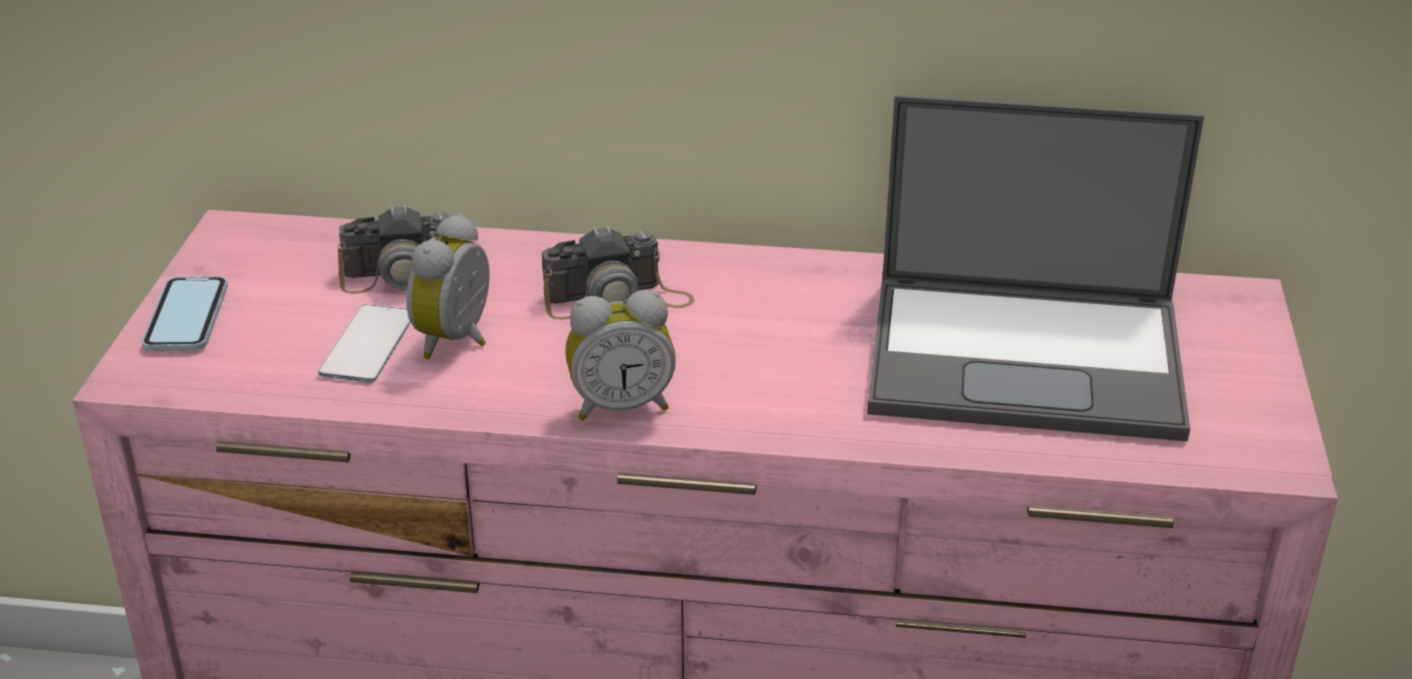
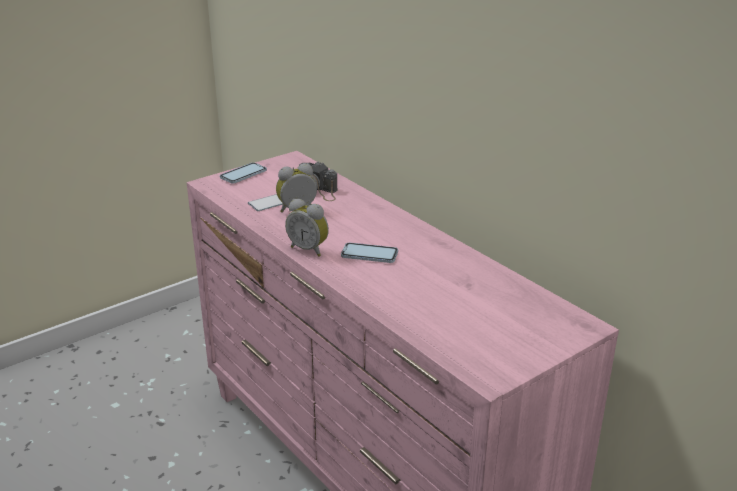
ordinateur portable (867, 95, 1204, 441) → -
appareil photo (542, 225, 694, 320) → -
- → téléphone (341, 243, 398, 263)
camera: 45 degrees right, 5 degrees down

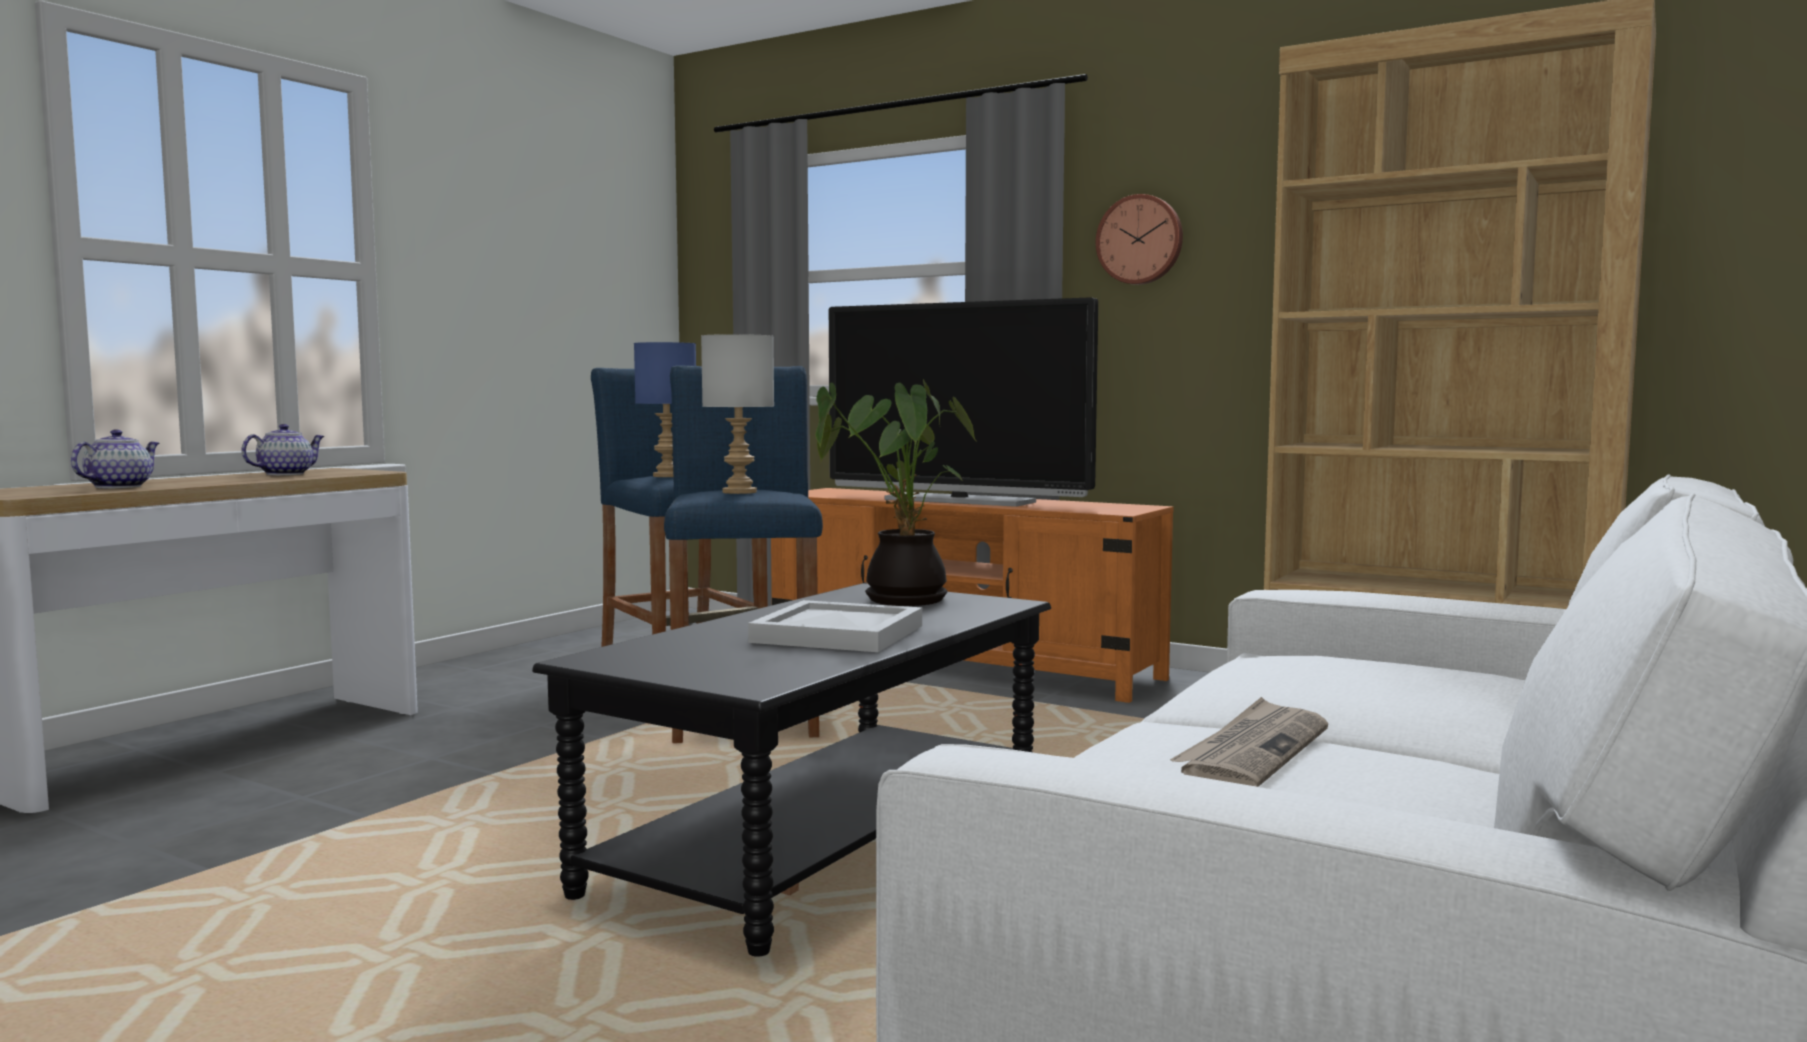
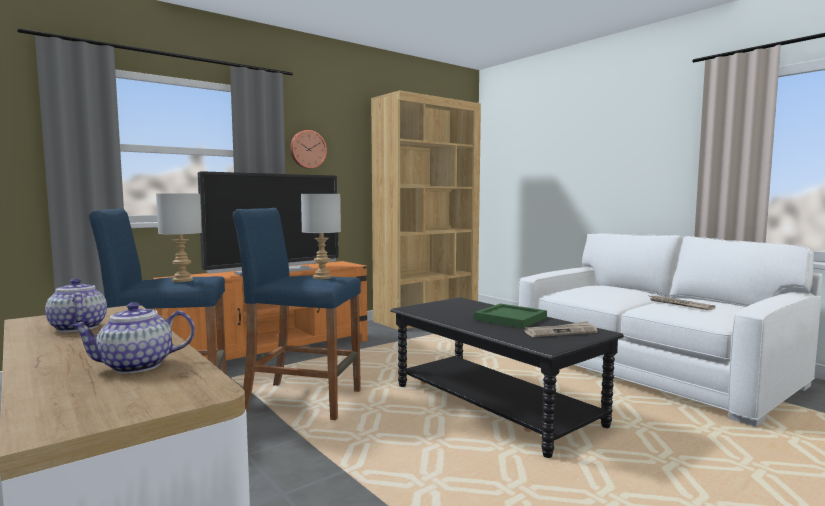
lampe de table/bleu (634, 342, 696, 477) → lampe de table/gris (156, 194, 202, 282)
plante en pot (815, 379, 977, 606) → -
théière (71, 429, 159, 488) → théière (70, 302, 195, 374), 60 degrees counterclockwise
plateau/blanc (748, 600, 922, 652) → plateau/vert (474, 304, 547, 328)
- → journal (524, 321, 598, 337)
camera: 70 degrees left, 0 degrees up

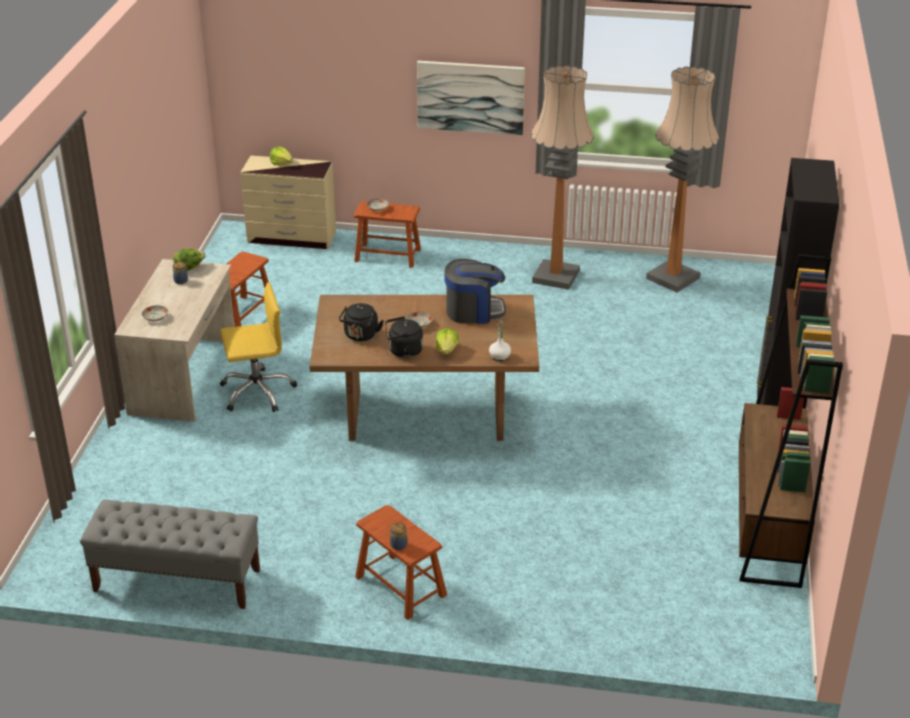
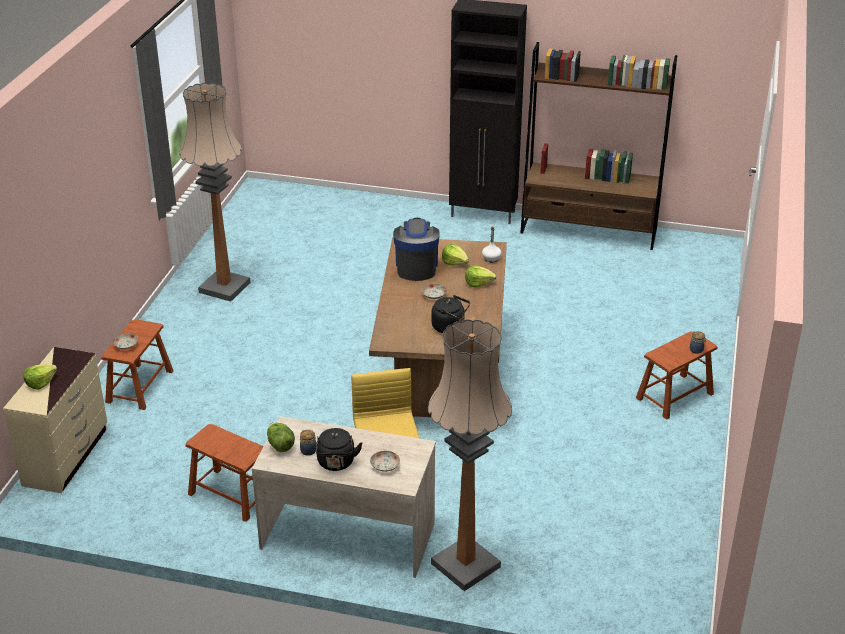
tableau (417, 61, 525, 135) → -
lampadaire (646, 66, 719, 293) → lampadaire (428, 319, 512, 591), move
bouilloire/noir (385, 316, 423, 358) → bouilloire/noir (316, 428, 363, 471), move
banc/gris (80, 499, 260, 609) → -
- → laitue (442, 244, 469, 265)
camera: 85 degrees left, 0 degrees up

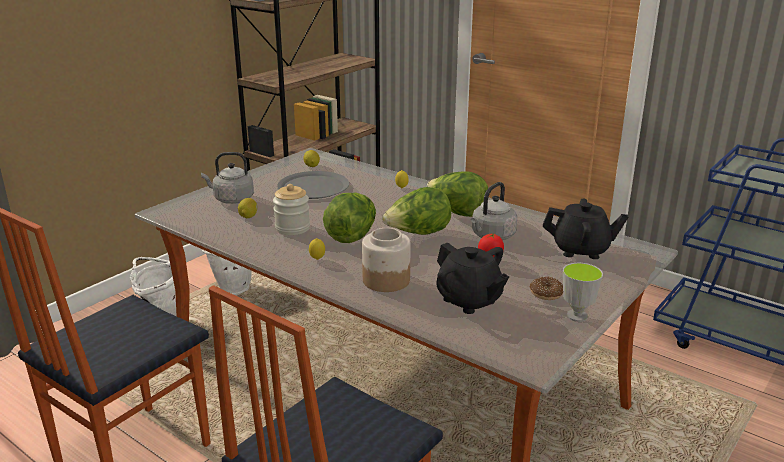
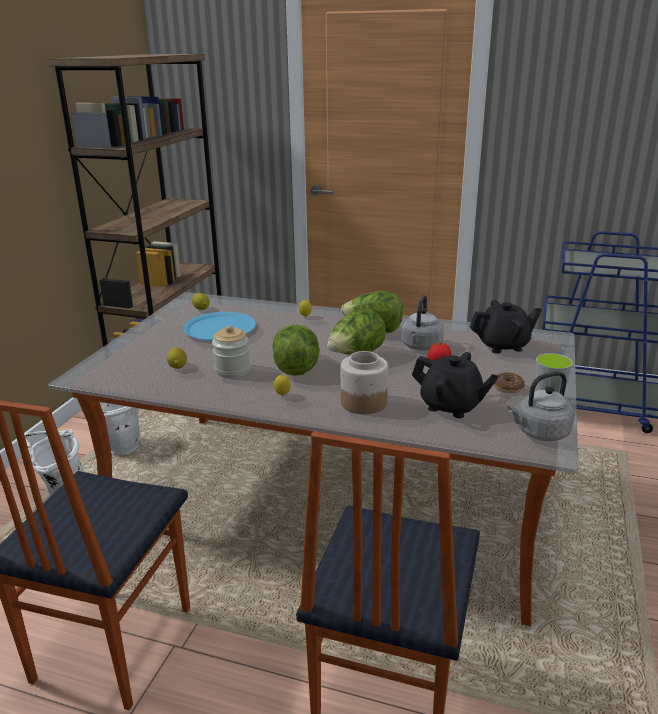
bouilloire/gris (201, 152, 254, 204) → bouilloire/gris (508, 371, 575, 441), move
assiette/gris (277, 171, 349, 199) → assiette/bleu (183, 312, 256, 341)
camera: 20 degrees left, 0 degrees up

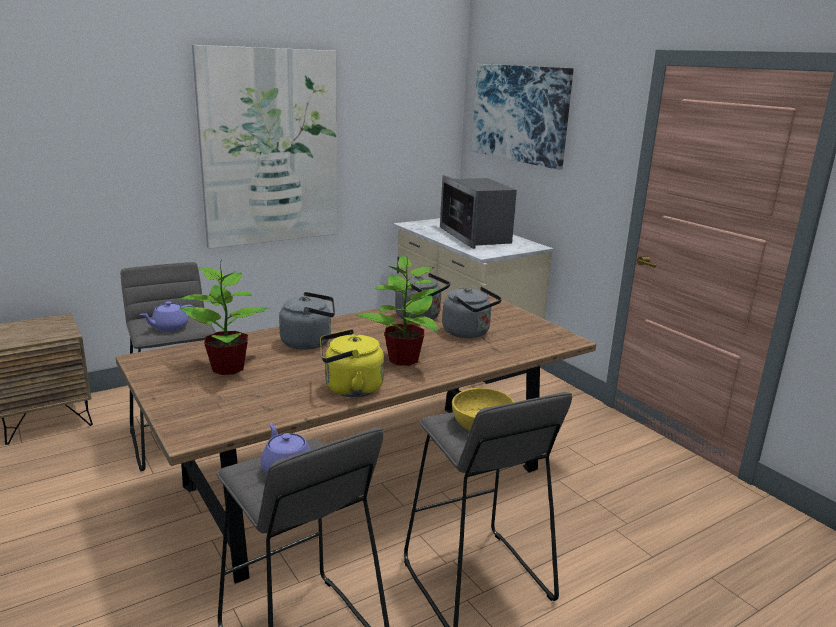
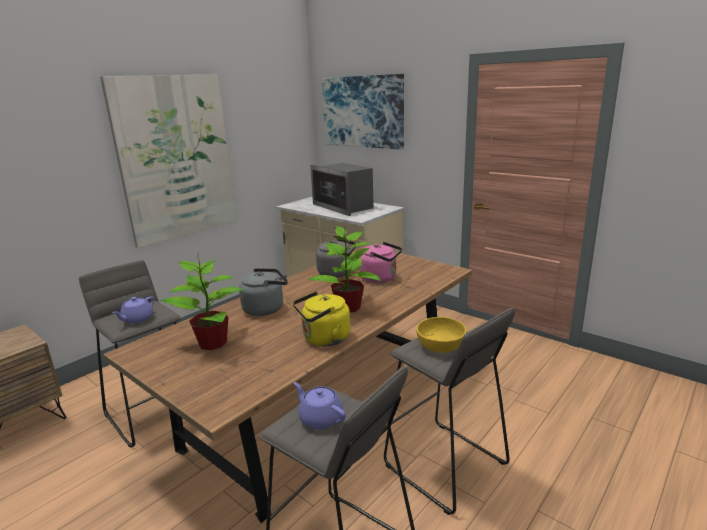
bouilloire/gris (442, 287, 502, 338) → bouilloire/rose (359, 242, 402, 283)
camera: 15 degrees left, 0 degrees up

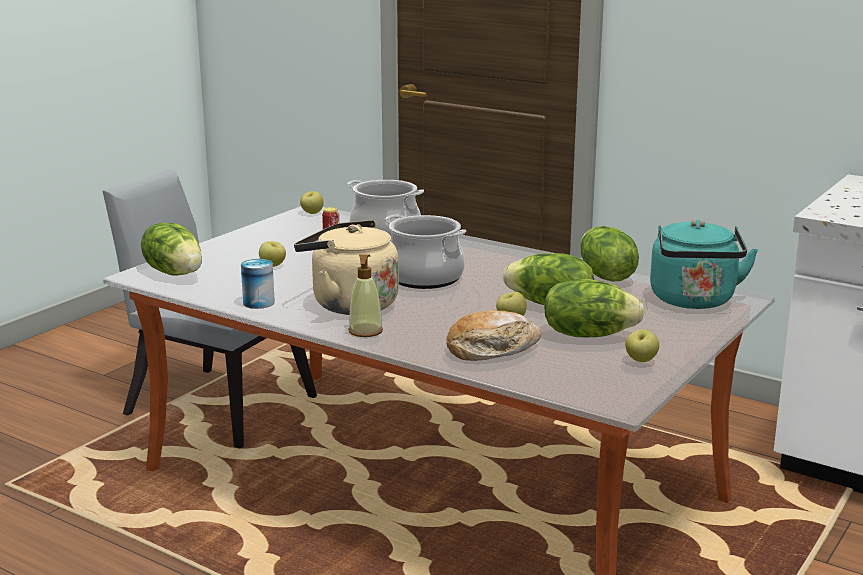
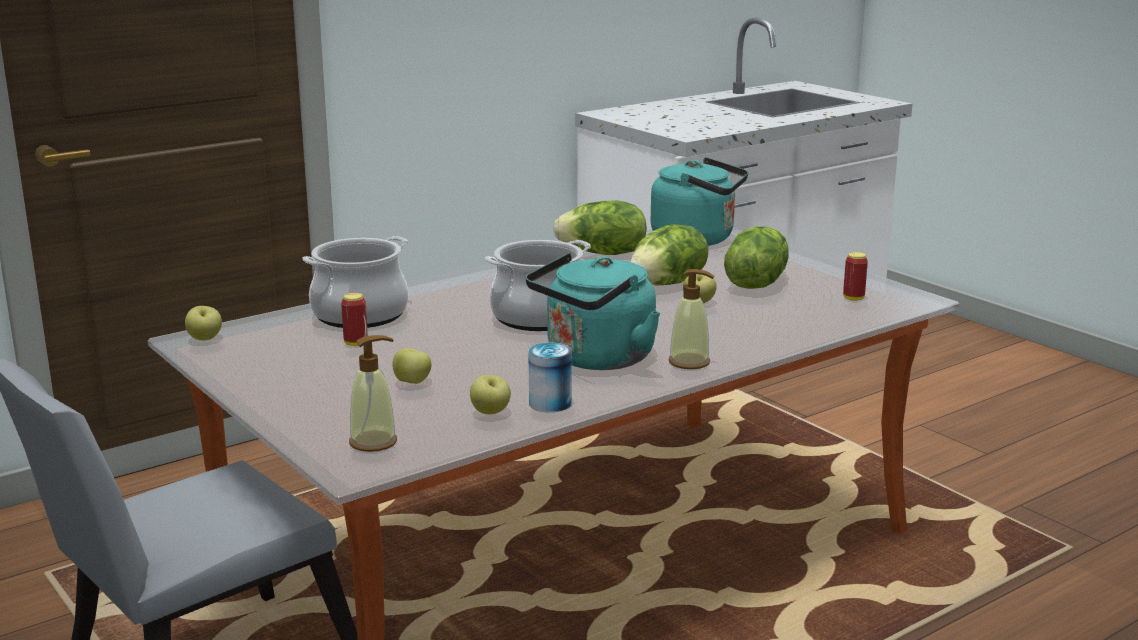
bouilloire/beige (294, 220, 399, 315) → bouilloire/turquoise (526, 253, 660, 370)
laitue (141, 223, 202, 276) → distributeur de savon (349, 335, 397, 452)
pain (446, 310, 541, 361) → -
pomme (625, 329, 659, 362) → pomme (470, 375, 511, 415), move
- → boîte métallique (843, 252, 868, 301)
camera: 70 degrees left, 0 degrees up

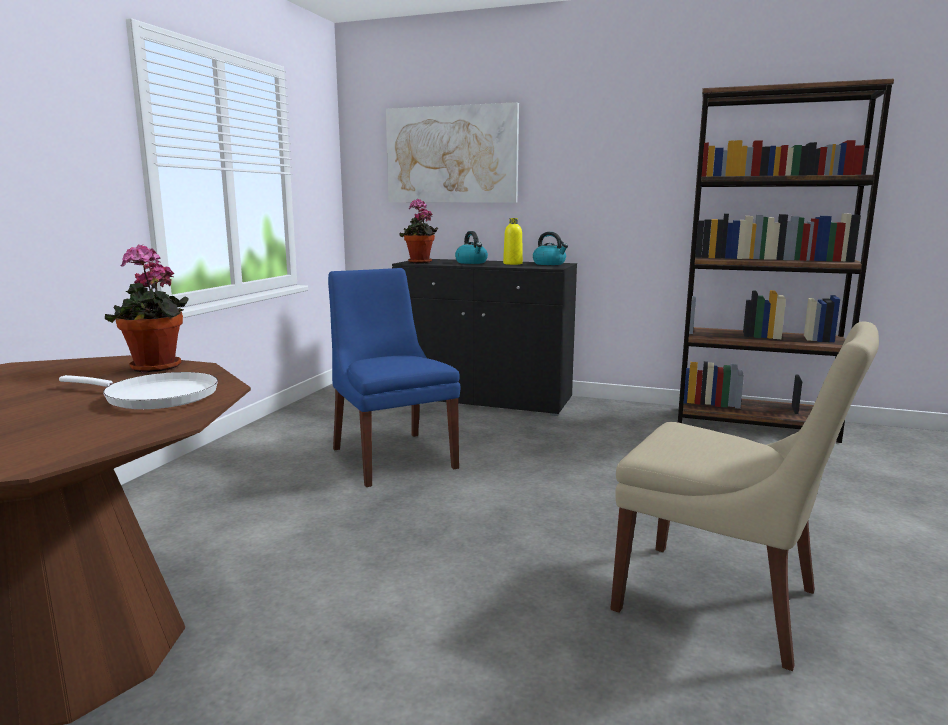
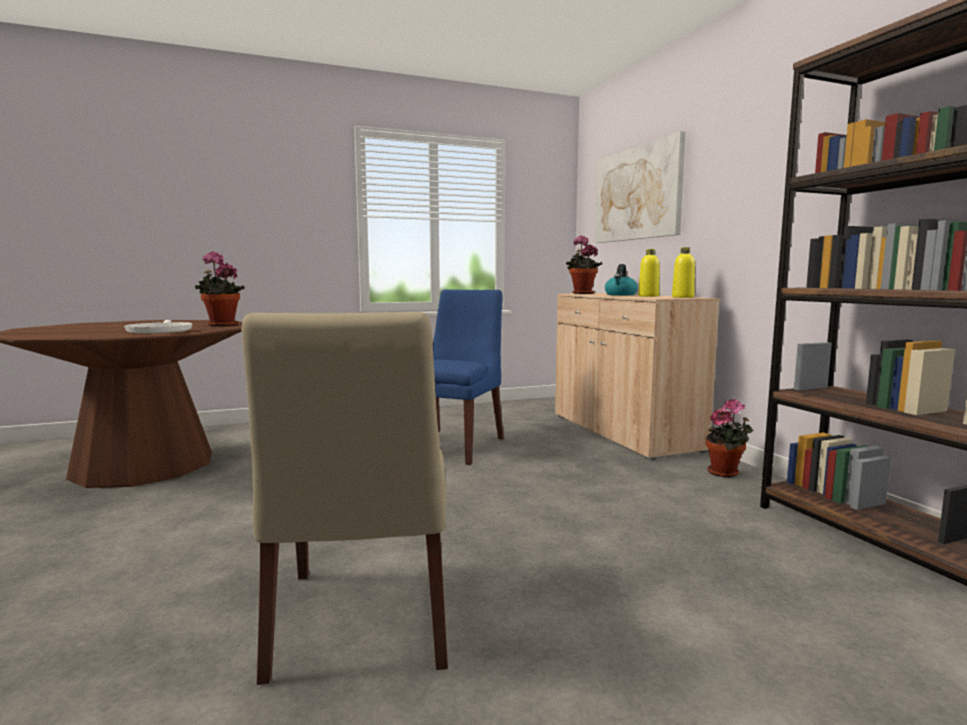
bouilloire (533, 232, 568, 265) → bouteille/jaune (672, 247, 695, 298)
meuble de rangement/noir (392, 259, 577, 416) → meuble de rangement/beige (555, 293, 720, 461)
- → plante en pot (706, 399, 754, 477)
camera: 50 degrees right, 5 degrees down

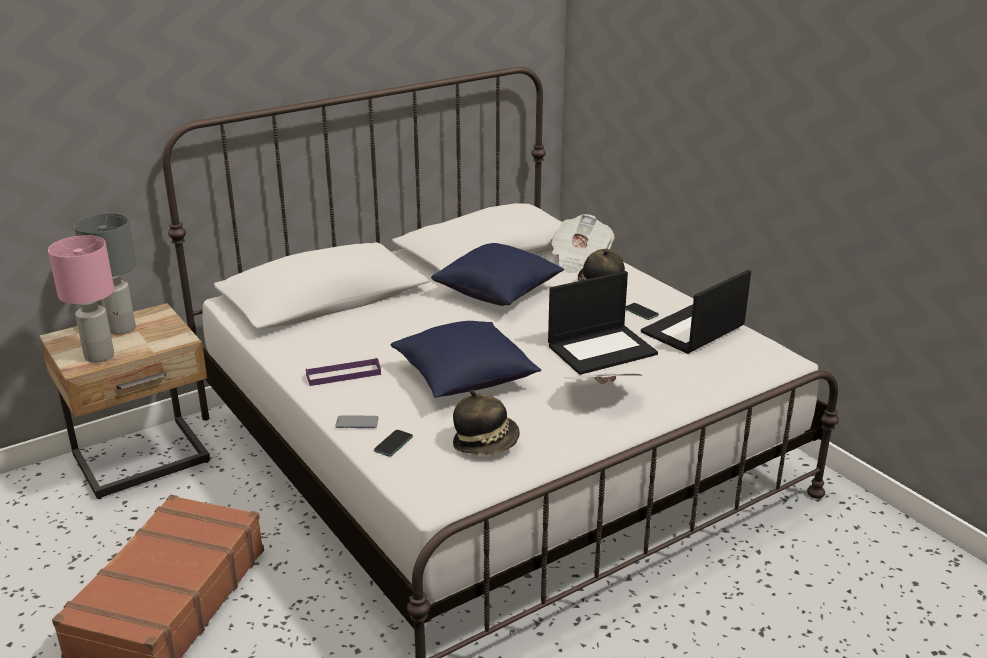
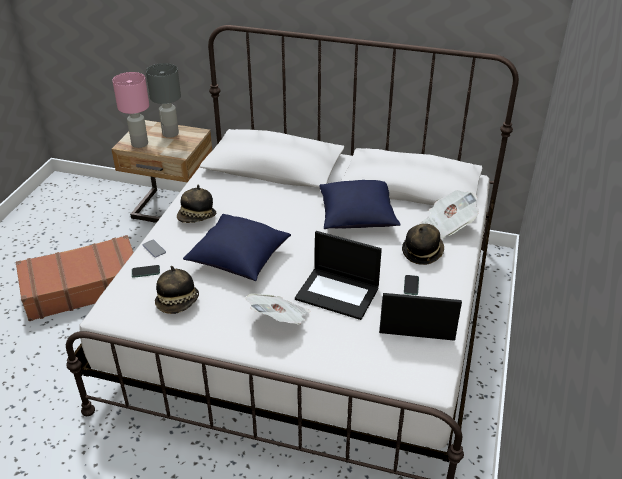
plateau/violet (306, 358, 381, 386) → chapeau (177, 185, 216, 223)
camera: 50 degrees right, 10 degrees up

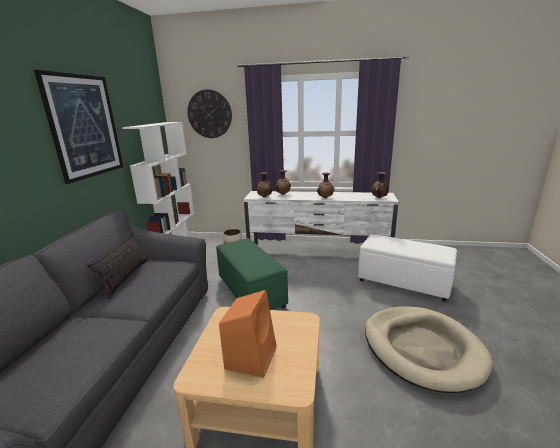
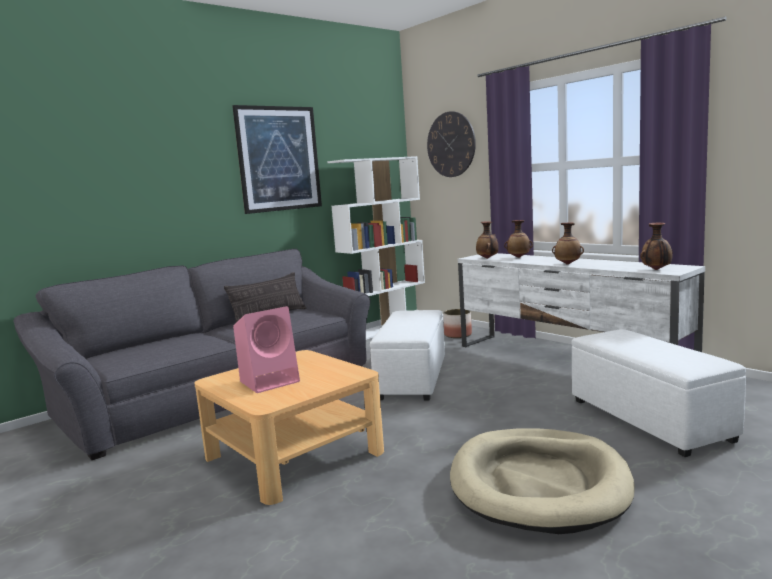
pouf/vert (216, 238, 288, 310) → pouf/blanc (370, 310, 445, 401)
enceinte/orange (219, 290, 277, 378) → enceinte/rose (233, 306, 300, 393)
camera: 40 degrees right, 10 degrees down

